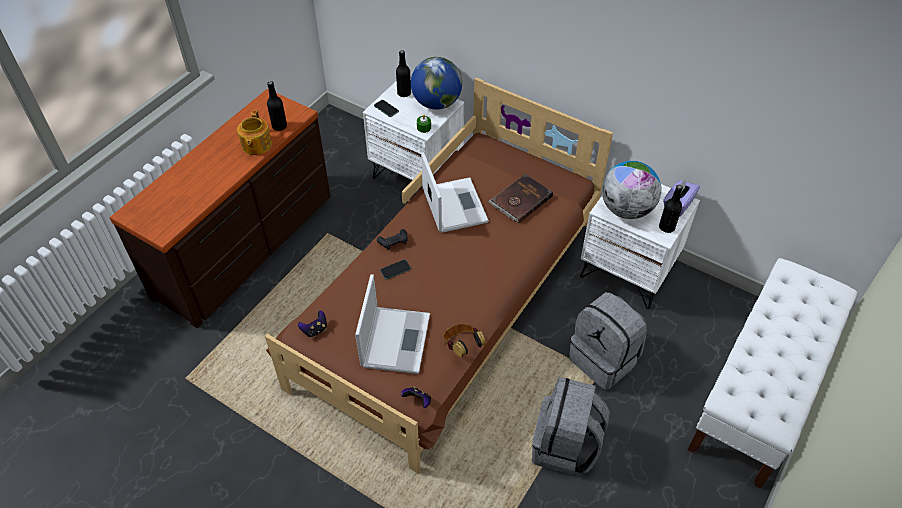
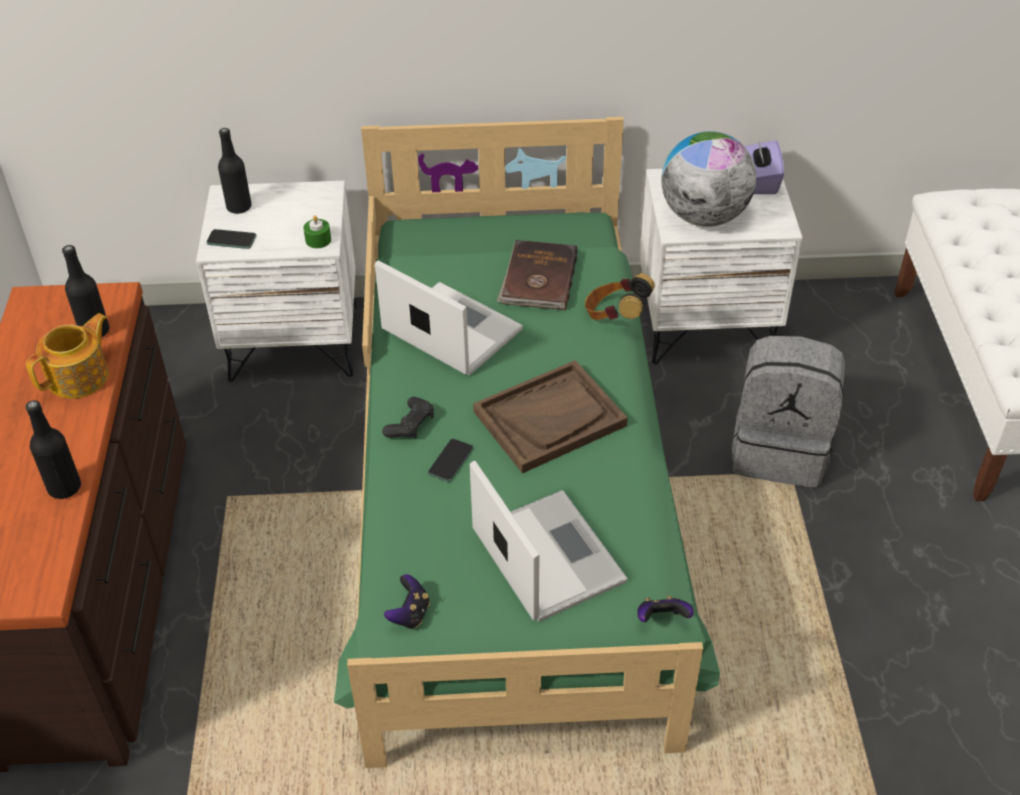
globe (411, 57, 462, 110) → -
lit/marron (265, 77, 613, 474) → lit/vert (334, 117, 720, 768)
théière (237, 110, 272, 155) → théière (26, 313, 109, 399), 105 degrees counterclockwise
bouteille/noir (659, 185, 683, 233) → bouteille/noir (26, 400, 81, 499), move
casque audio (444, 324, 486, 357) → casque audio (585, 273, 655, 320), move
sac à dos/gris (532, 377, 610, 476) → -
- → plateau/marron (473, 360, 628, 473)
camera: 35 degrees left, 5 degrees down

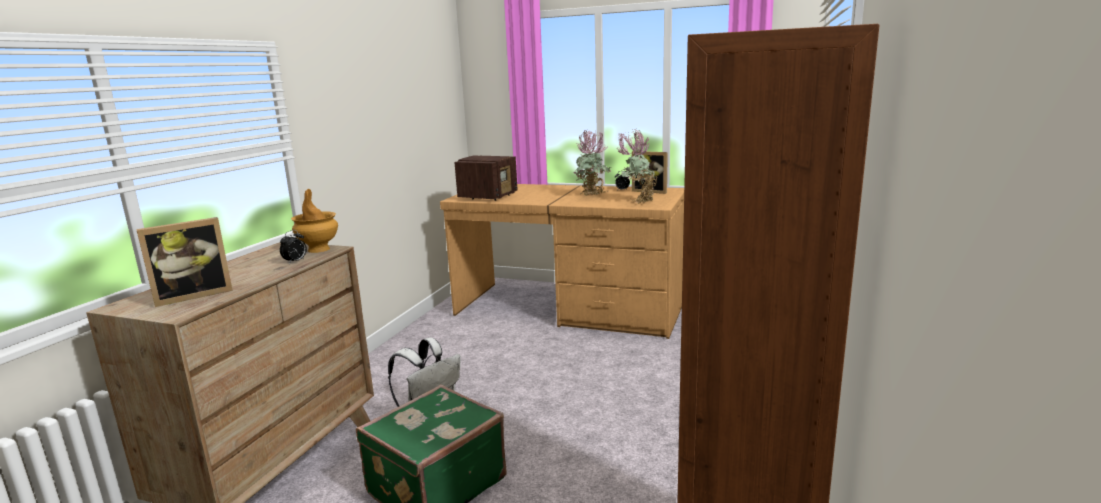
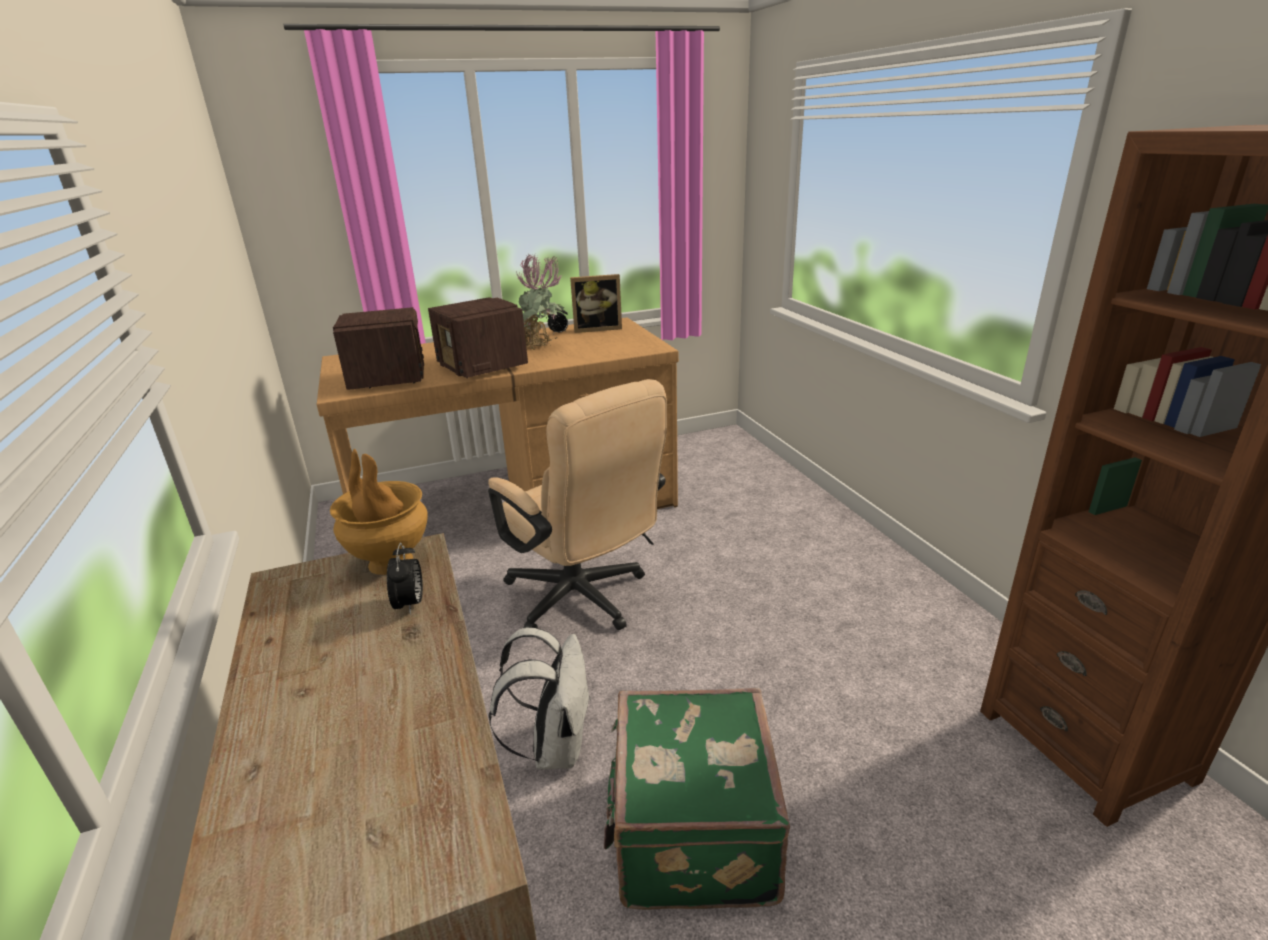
plante en pot (617, 129, 657, 204) → -
cadre photo (136, 217, 233, 307) → -
- → radio (428, 297, 528, 378)
- → chaise de bureau/beige (488, 379, 667, 630)
camera: 40 degrees left, 10 degrees up

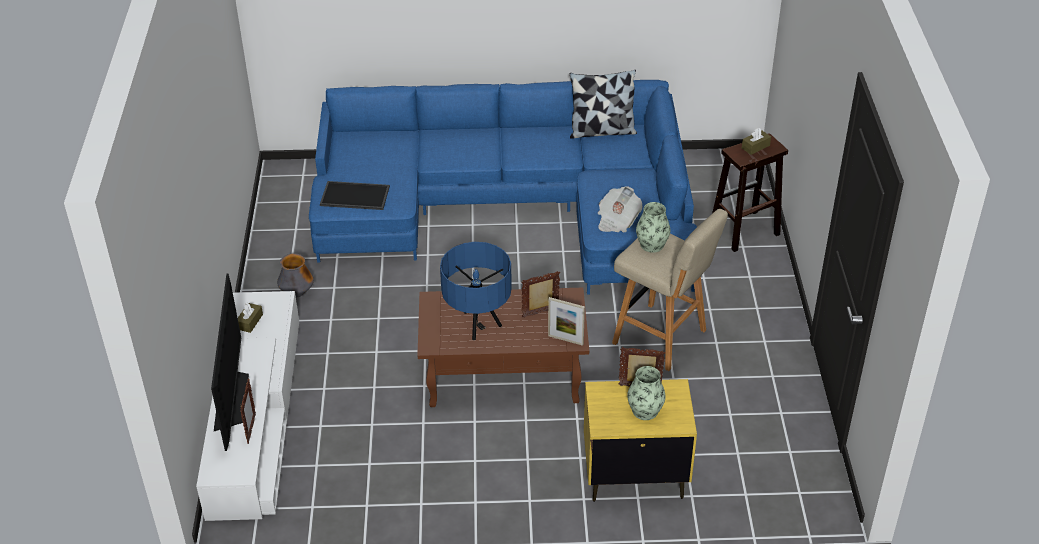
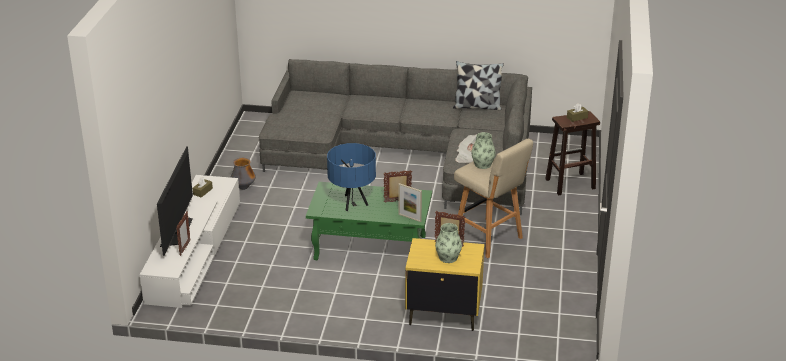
canapé/bleu (309, 80, 697, 295) → canapé/gris (259, 59, 532, 215)
plateau (320, 181, 390, 210) → -
table basse/marron (417, 288, 589, 407) → table basse/vert (306, 182, 432, 260)
camera: 10 degrees right, 10 degrees down

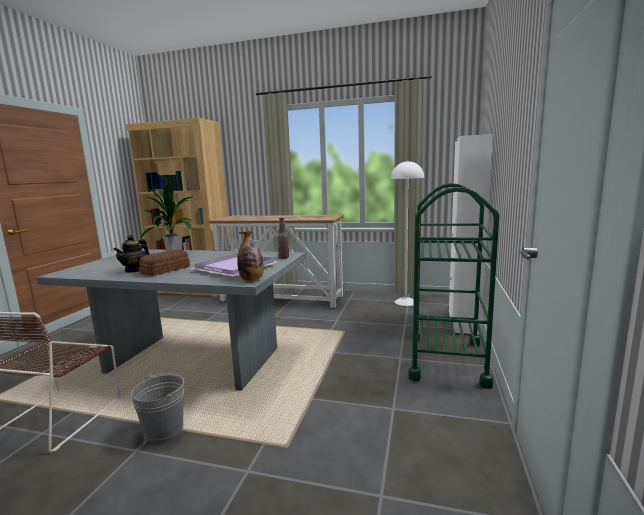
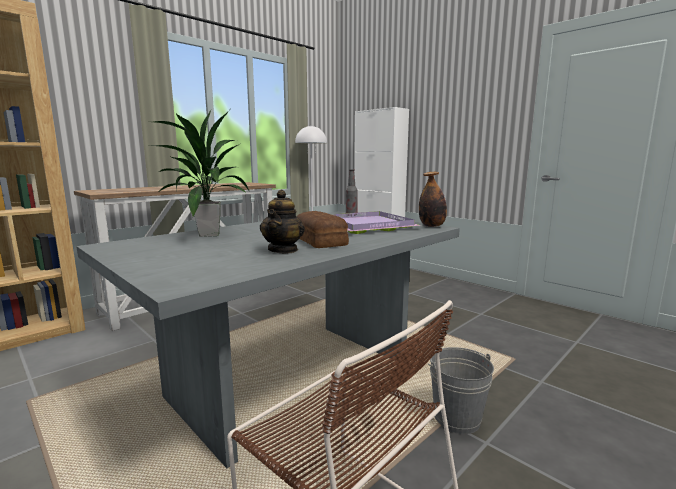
chariot/vert (408, 183, 500, 389) → -
théière (113, 235, 150, 273) → théière (260, 190, 305, 253), 45 degrees clockwise
camera: 60 degrees left, 0 degrees up

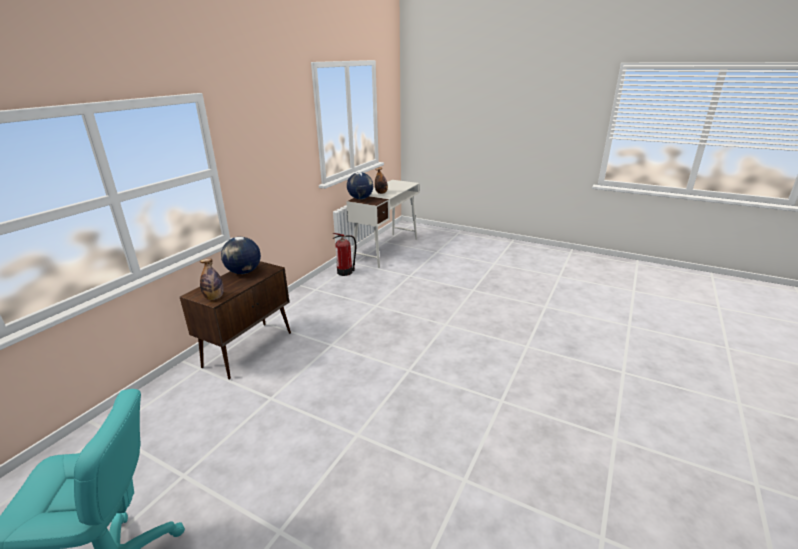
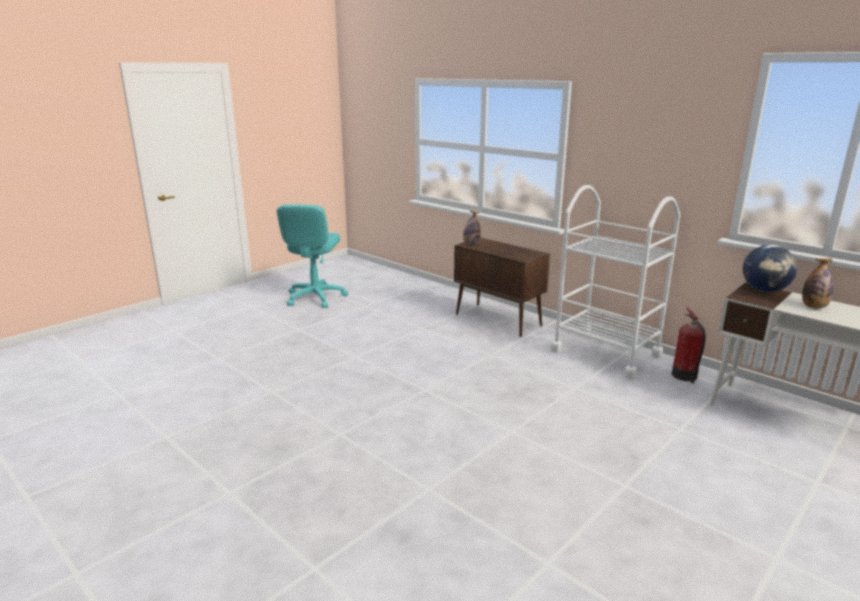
globe (221, 237, 261, 274) → -
- → chariot/blanc (551, 185, 680, 379)
camera: 105 degrees right, 5 degrees down

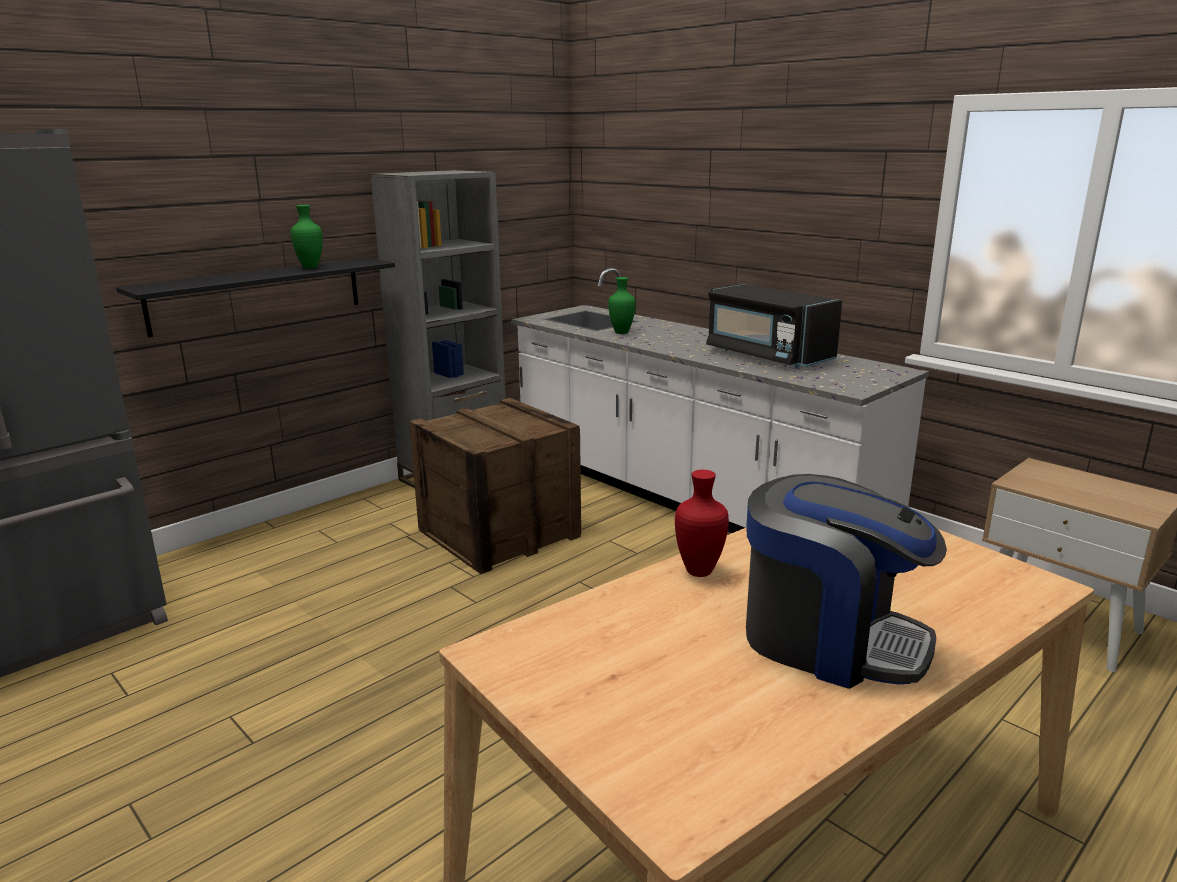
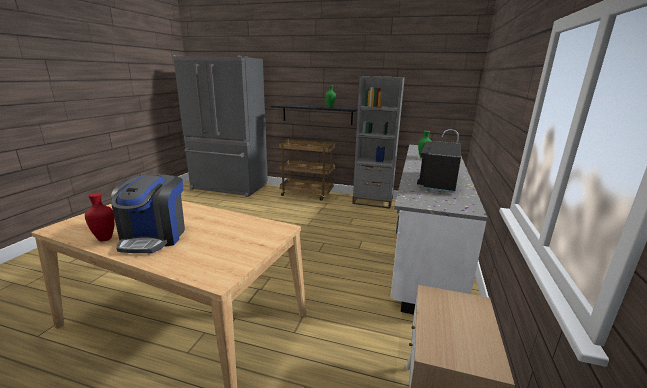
caisse (409, 398, 581, 574) → -
vase/rouge (675, 470, 729, 577) → vase/rouge (85, 193, 115, 241), move
- → chariot/marron (279, 139, 335, 201)
camera: 60 degrees right, 0 degrees up

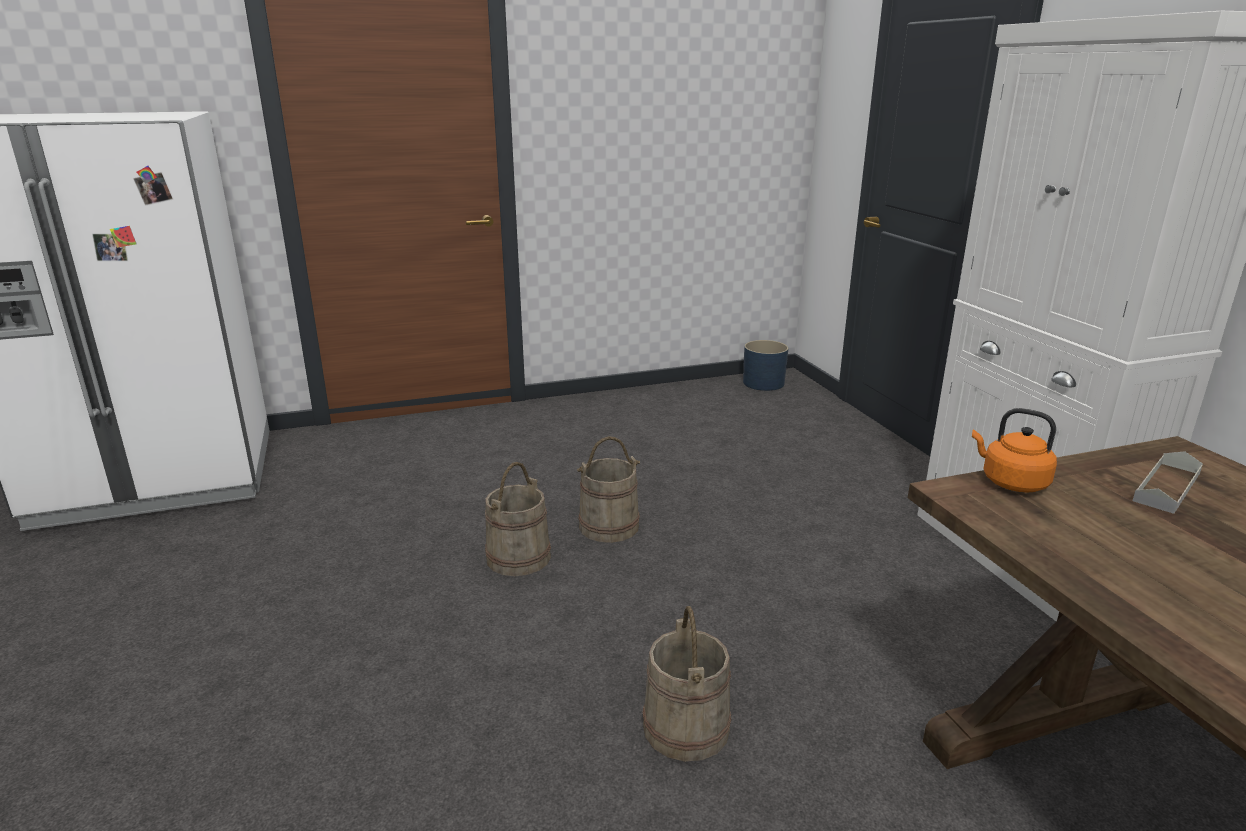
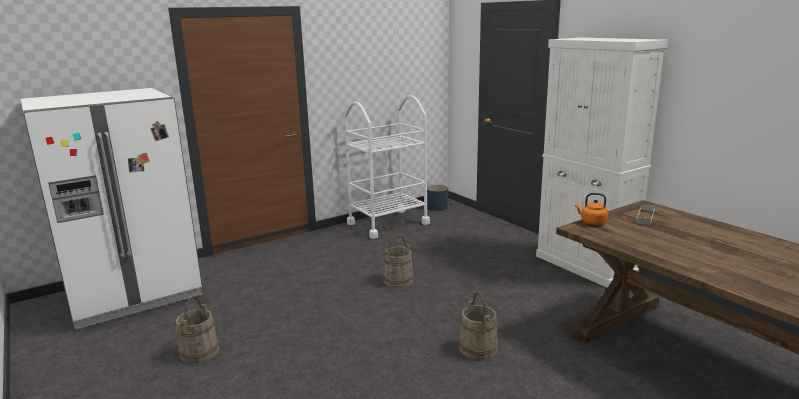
seau/beige (485, 462, 551, 576) → seau/beige (176, 296, 219, 364), move
- → chariot/blanc (344, 95, 430, 239)
camera: 15 degrees left, 5 degrees down

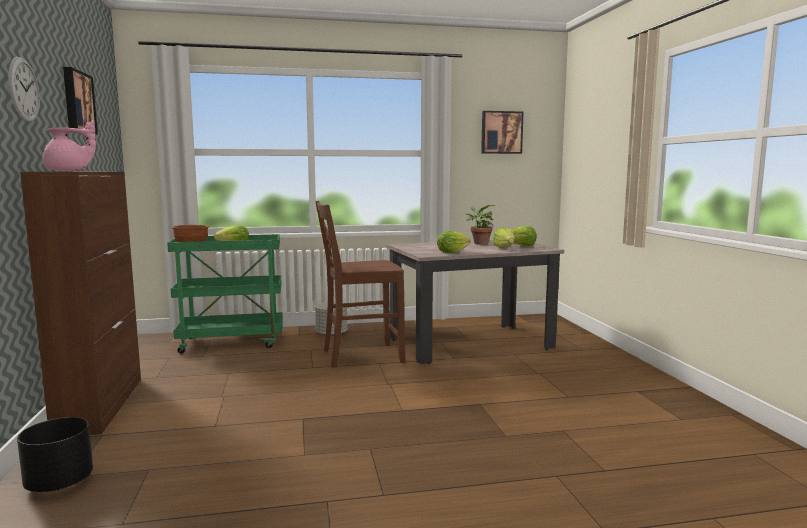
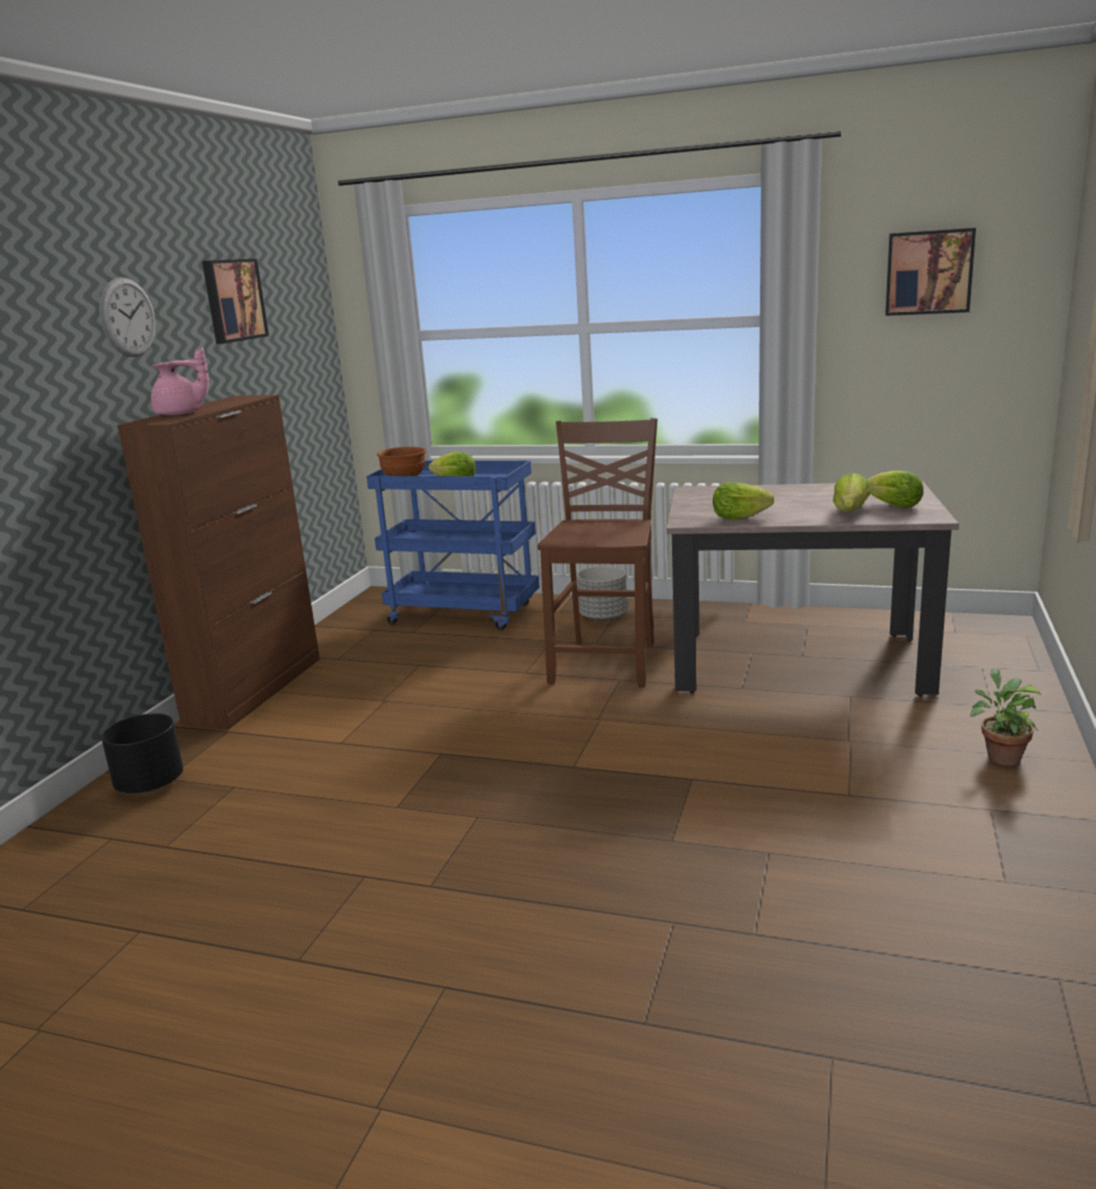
chaise/marron (316, 201, 405, 368) → chaise/marron (538, 418, 657, 687), 90 degrees clockwise
plante en pot (466, 204, 495, 245) → plante en pot (970, 669, 1041, 766), move
chariot/vert (167, 234, 283, 354) → chariot/bleu (367, 460, 539, 631)
camera: 30 degrees right, 10 degrees up

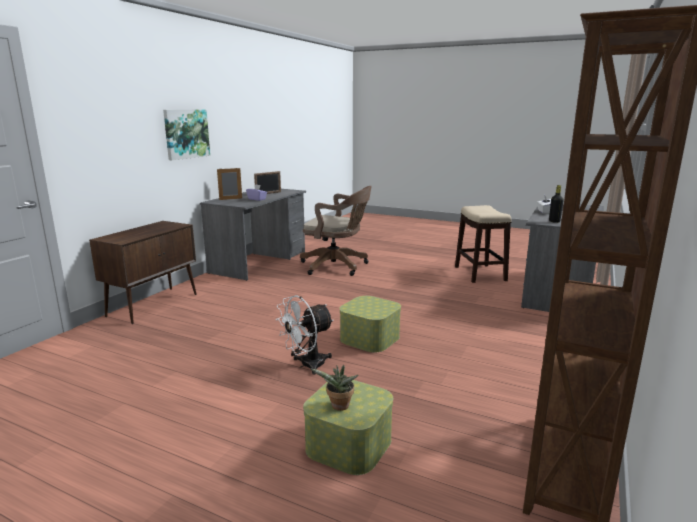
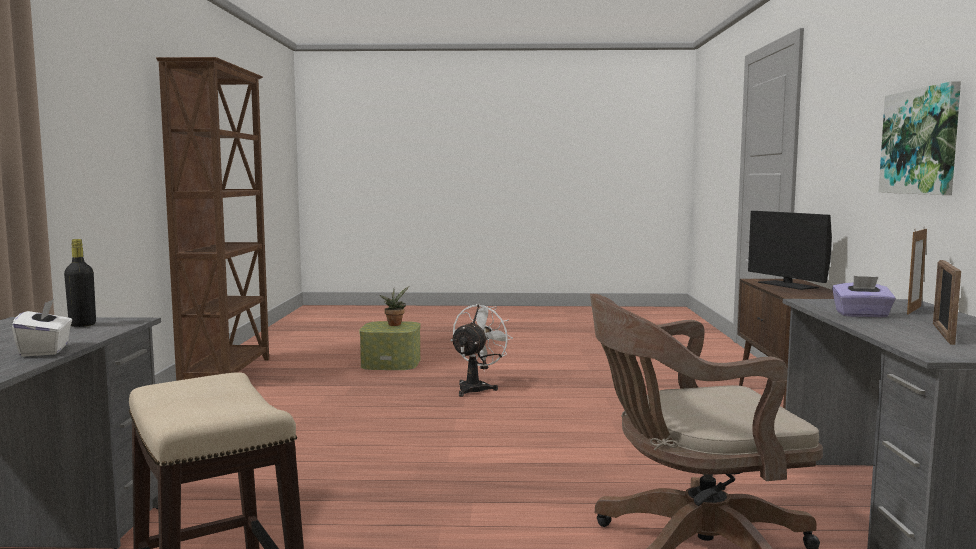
boîte de rangement (339, 296, 401, 353) → -
- → écran d'ordinateur (748, 211, 832, 290)
camera: 155 degrees right, 10 degrees down

